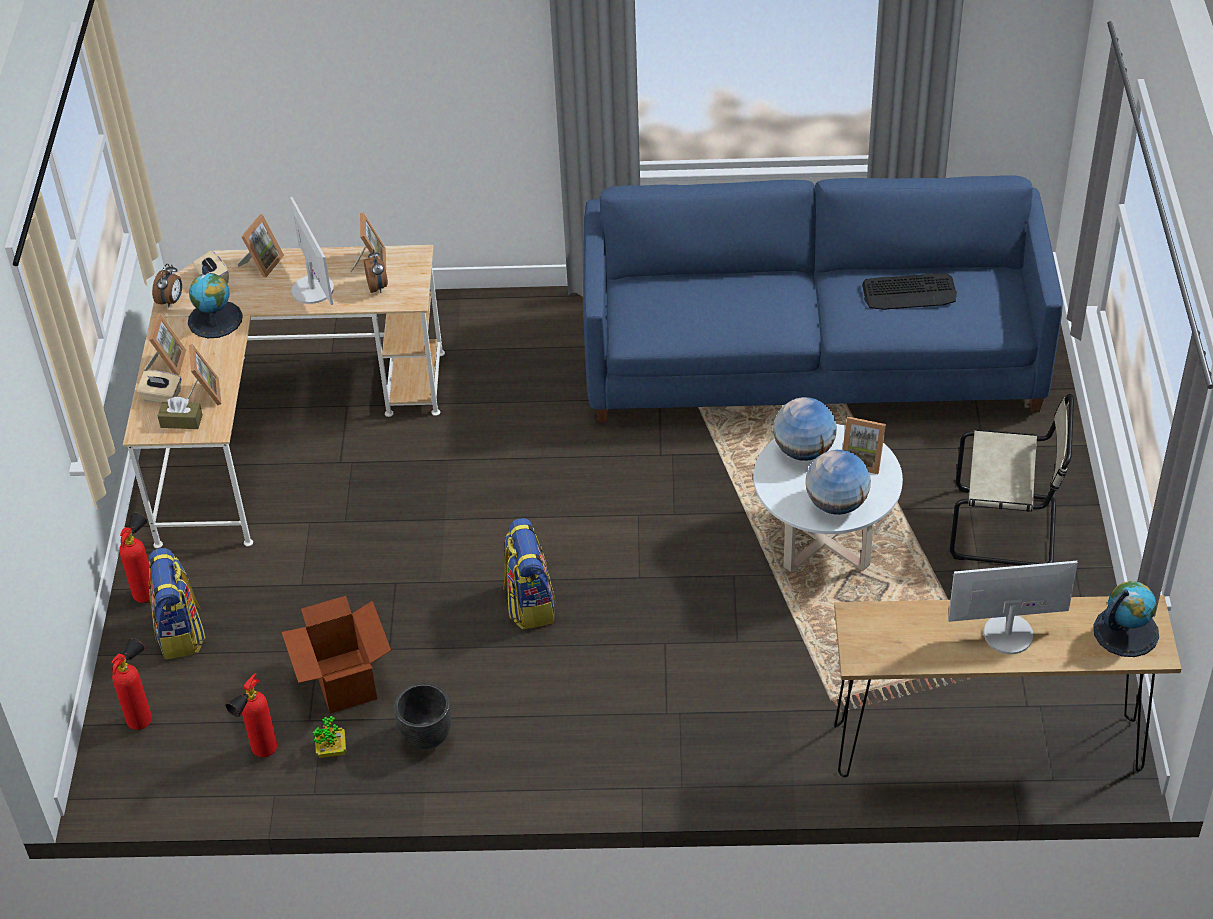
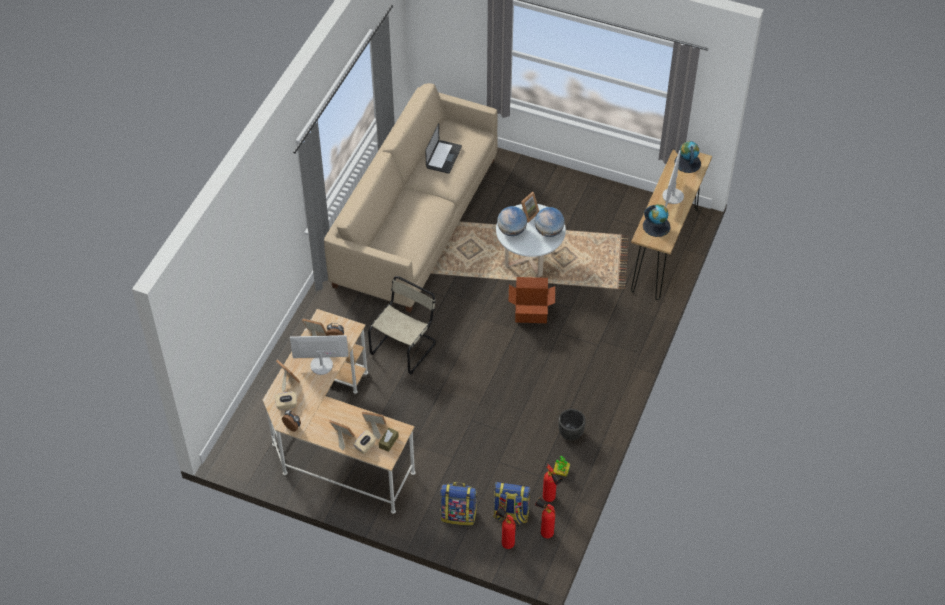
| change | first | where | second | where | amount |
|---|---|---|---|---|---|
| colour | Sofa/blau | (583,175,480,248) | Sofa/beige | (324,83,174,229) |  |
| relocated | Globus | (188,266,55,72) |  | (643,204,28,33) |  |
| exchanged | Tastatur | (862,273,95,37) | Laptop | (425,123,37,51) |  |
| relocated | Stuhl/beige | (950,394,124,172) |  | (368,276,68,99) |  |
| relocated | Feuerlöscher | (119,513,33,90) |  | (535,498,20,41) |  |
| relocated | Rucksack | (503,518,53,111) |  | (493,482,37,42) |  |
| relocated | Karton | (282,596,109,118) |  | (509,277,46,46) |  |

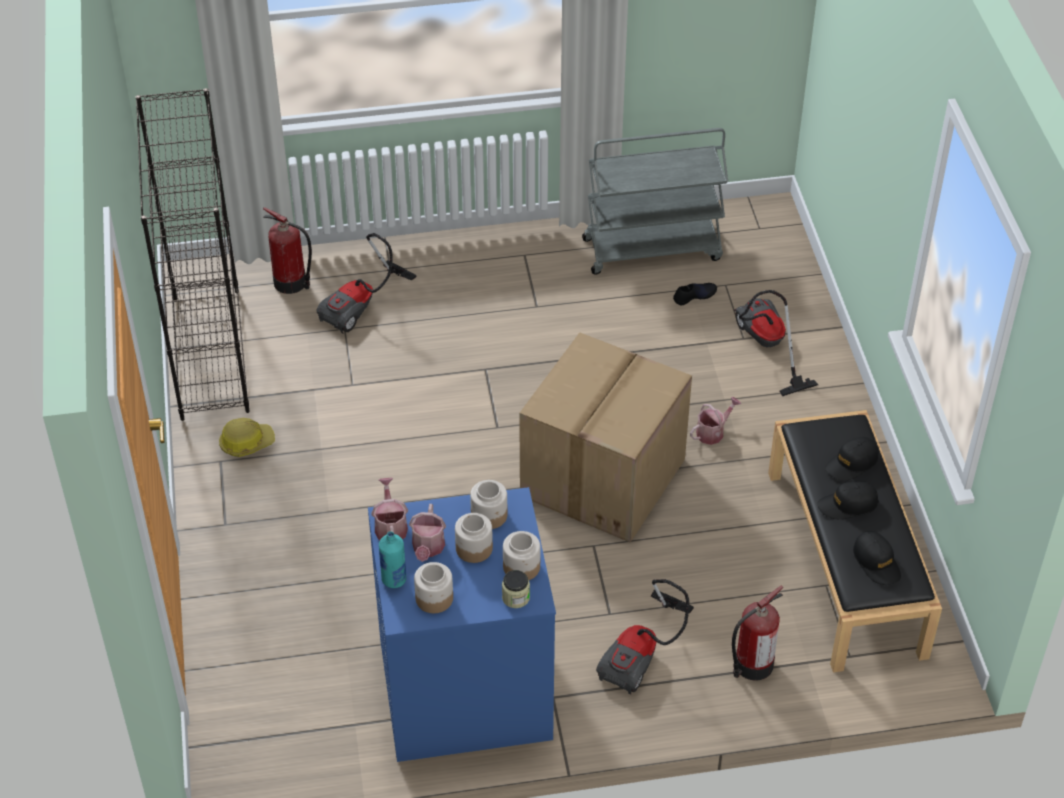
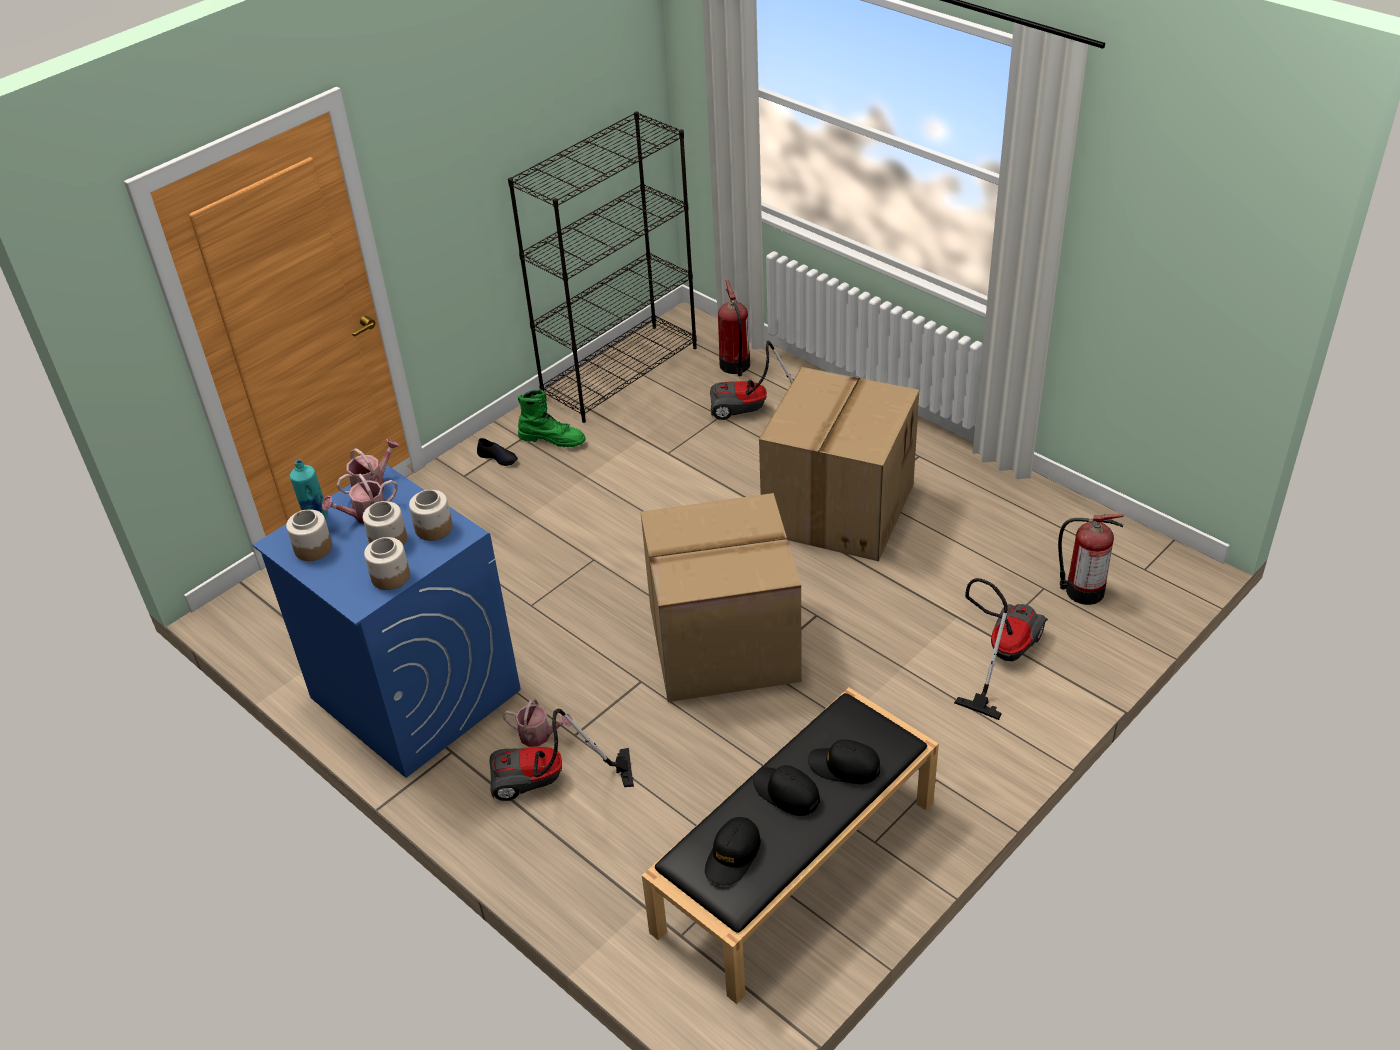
| change | first | where | second | where | amount |
|---|---|---|---|---|---|
| missing | Rollwagen/grau | (582,128,146,147) |  |  |  |
| relocated | Schuh/schwarz | (673,283,44,22) |  | (477,438,41,28) |  |
| relocated | Gießkanne | (690,397,51,48) |  | (503,698,69,49) |  |
| exchanged | Schutzhelm | (219,418,56,39) | Stiefel/grün | (518,389,68,58) |  |
| missing | Vorratsglas | (502,570,28,38) |  |  |  |
| relocated | Feuerlöscher | (732,586,51,95) |  | (1058,514,66,91) |  |
| appeared |  |  | Karton | (759,367,160,194) |  |

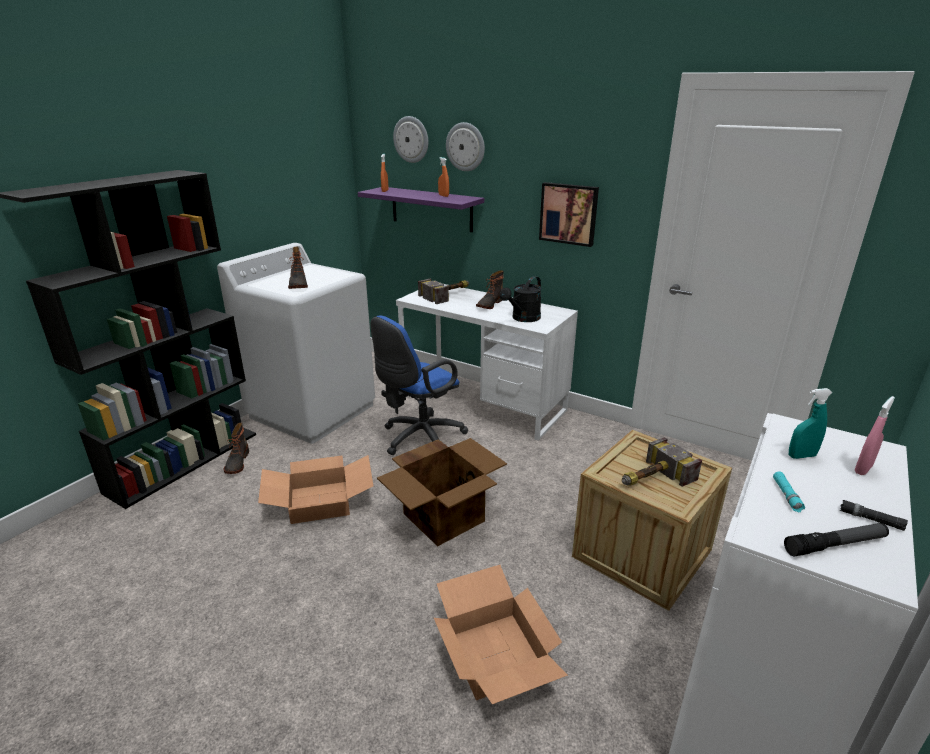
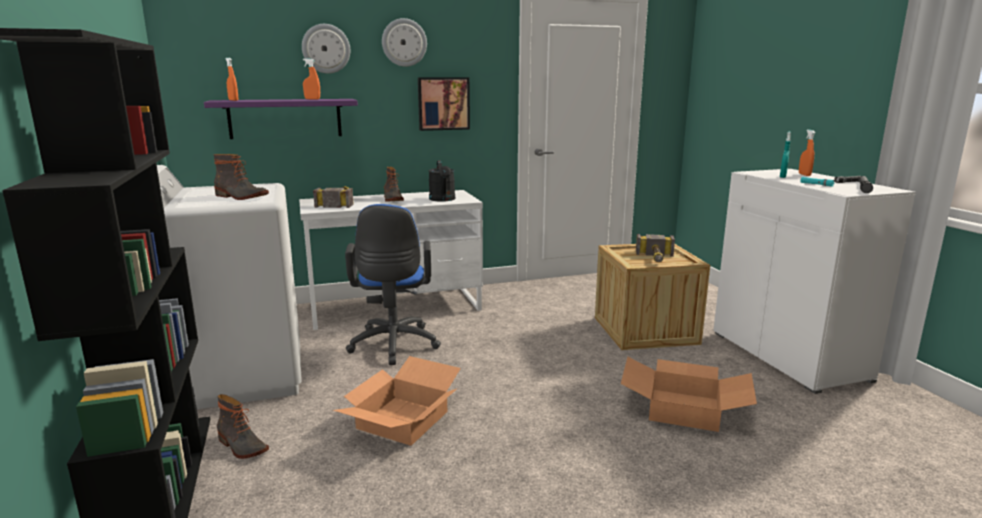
| change | first | where | second | where | amount |
|---|---|---|---|---|---|
| relocated | Wanduhr | (393,116,35,47) |  | (382,18,45,49) |  |
| colour | Sprühflasche/rosa | (855,396,40,79) | Sprühflasche/orange | (799,130,16,46) |  |
| missing | Karton | (377,438,130,109) |  |  |  |

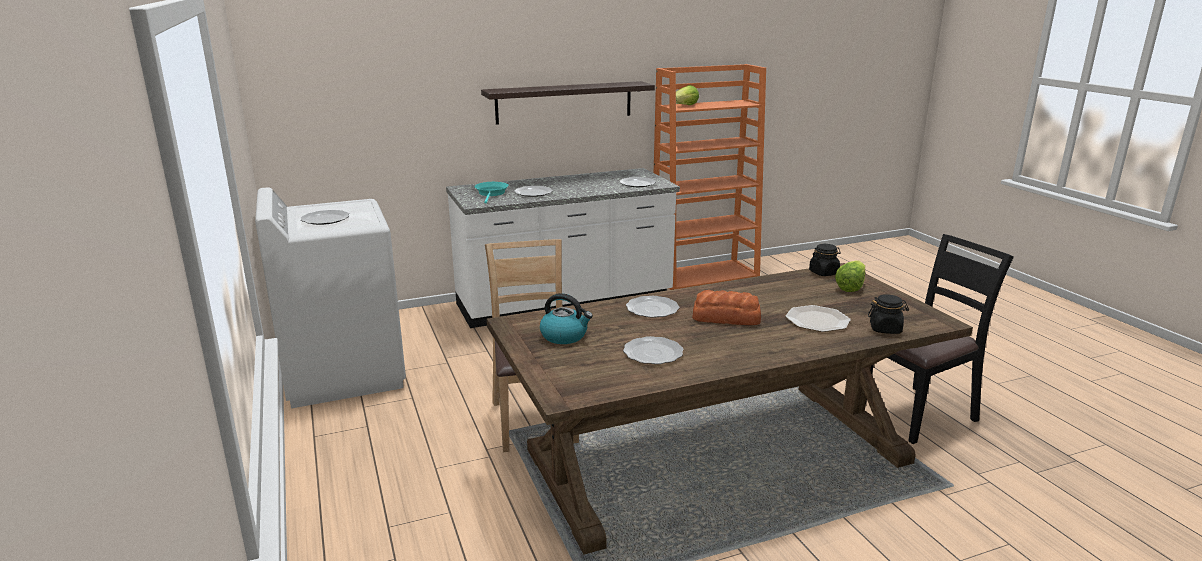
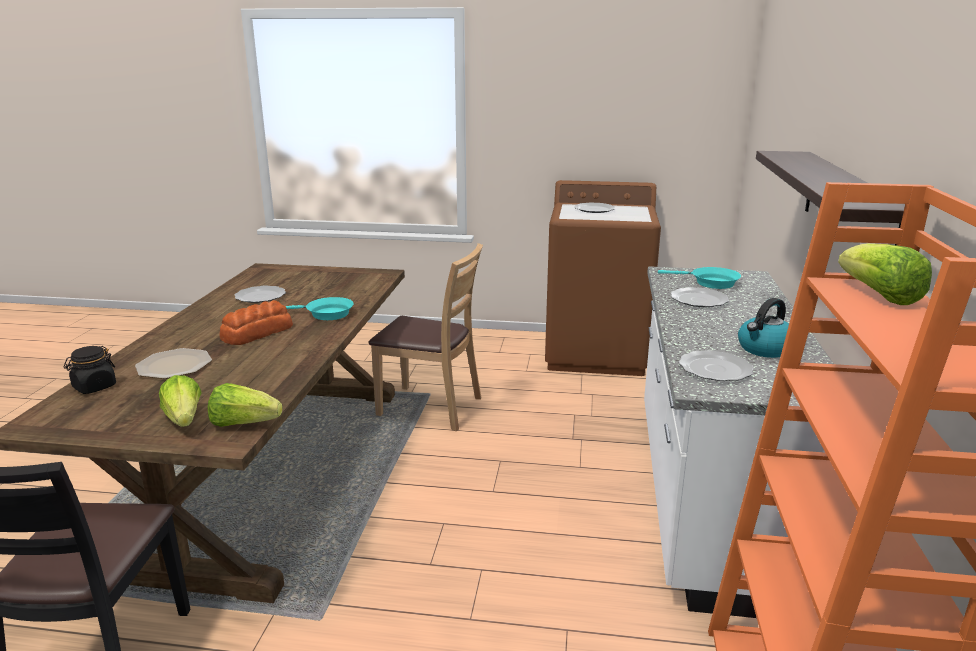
| change | first | where | second | where | amount |
|---|---|---|---|---|---|
| colour | Waschmaschine/weiß | (255,187,151,221) | Waschmaschine/braun | (545,180,116,196) |  |
| exchanged | Vorratsglas/schwarz | (809,244,32,32) | Salatkopf | (208,383,75,44) |  |
| relocated | Wasserkessel | (540,293,53,51) |  | (738,298,51,60) |  |
| exchanged | Teller | (626,296,53,21) | Pfanne/türkis | (286,297,68,23) |  |

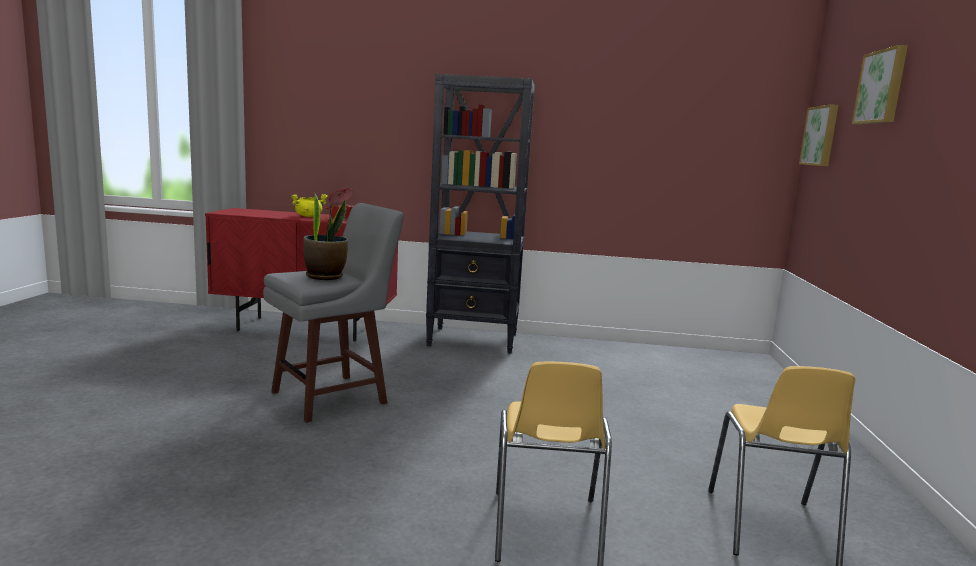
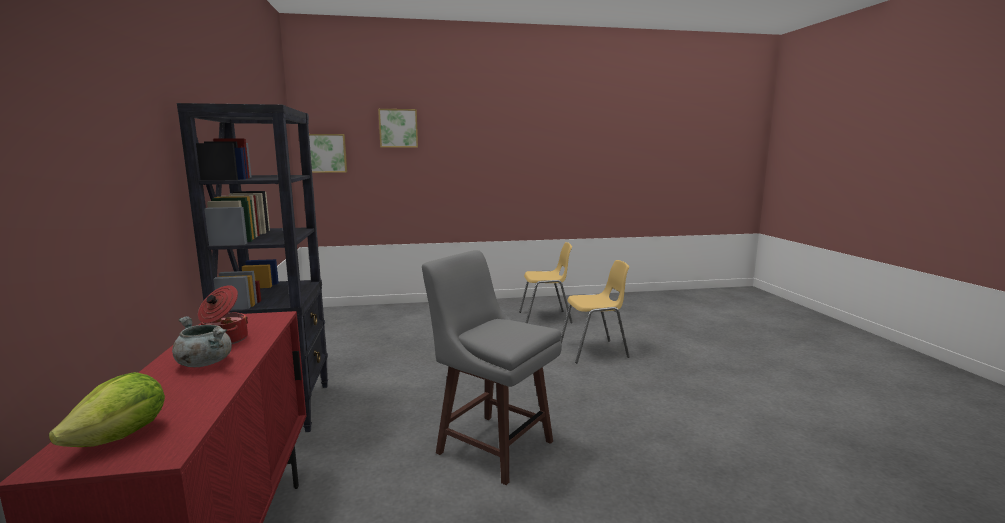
| change | first | where | second | where | amount |
|---|---|---|---|---|---|
| colour | Kochtopf/gelb | (291,194,37,23) | Kochtopf/grau | (172,316,60,51) |  |
| missing | Topfpflanze | (303,194,46,86) |  |  |  |
| appeared |  |  | Salatkopf | (49,372,116,75) |  |

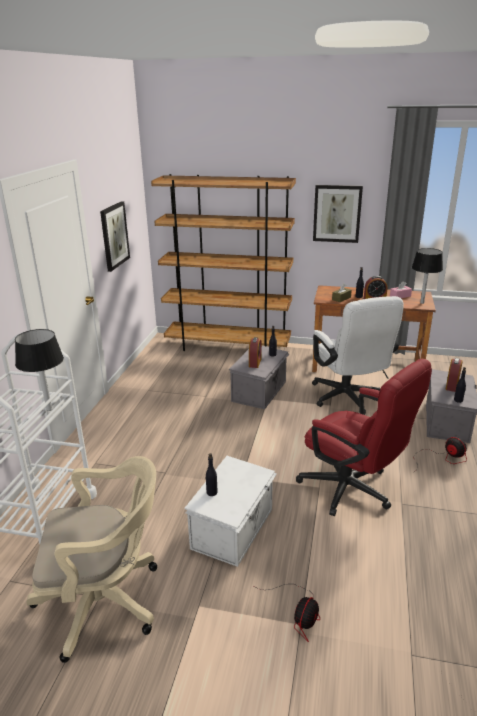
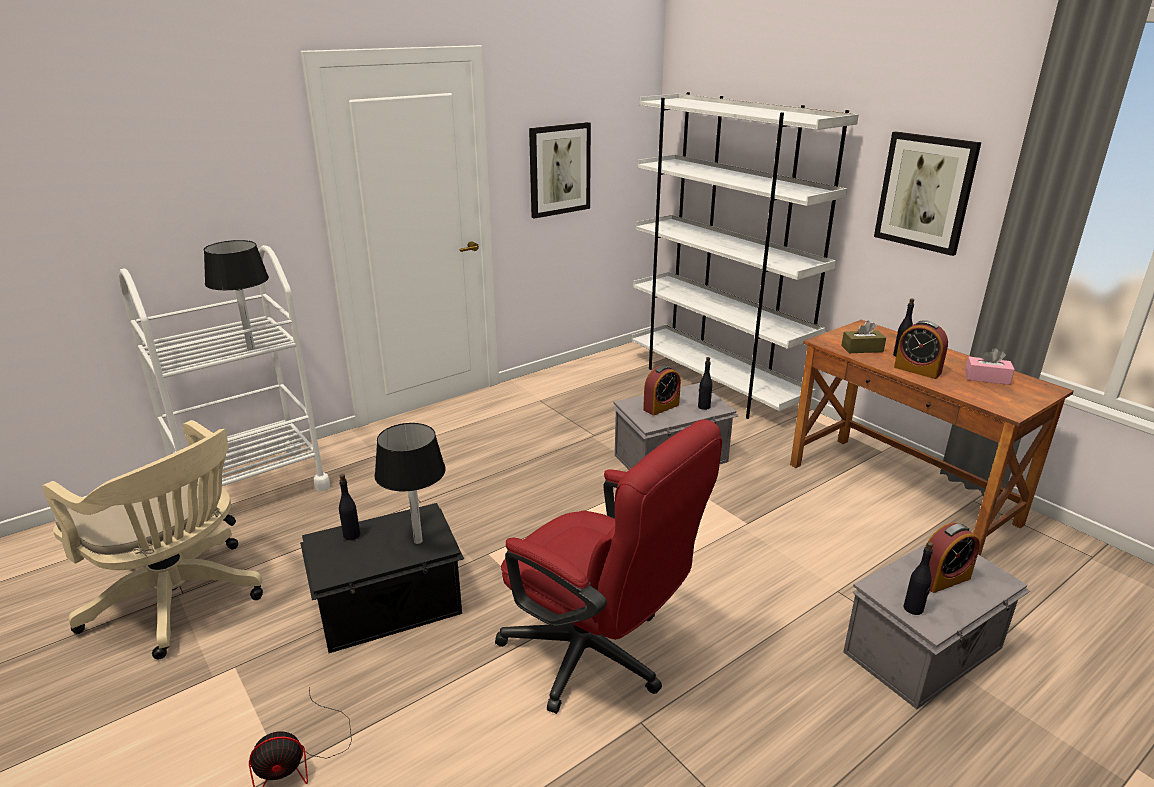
| change | first | where | second | where | amount |
|---|---|---|---|---|---|
| colour | Bücherregal/braun | (151,174,145,177) | Bücherregal/weiß | (631,92,228,327) |  |
| relocated | Tischlampe/schwarz | (412,248,31,56) |  | (374,423,72,121) |  |
| missing | Bürostuhl/weiß | (312,296,92,118) |  |  |  |
| spun | Bürostuhl/rot | (296,359,136,157) |  | (495,419,227,295) | 45 degrees counterclockwise |
| missing | Ventilator | (414,437,53,35) |  |  |  |
| colour | Aufbewahrungsbox/weiß | (185,456,92,111) | Aufbewahrungsbox/schwarz | (300,503,164,150) |  |

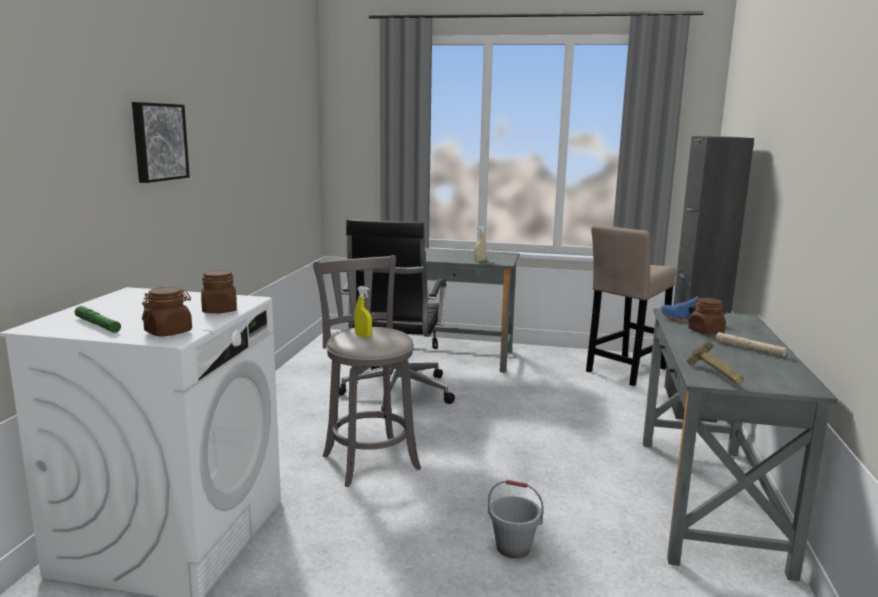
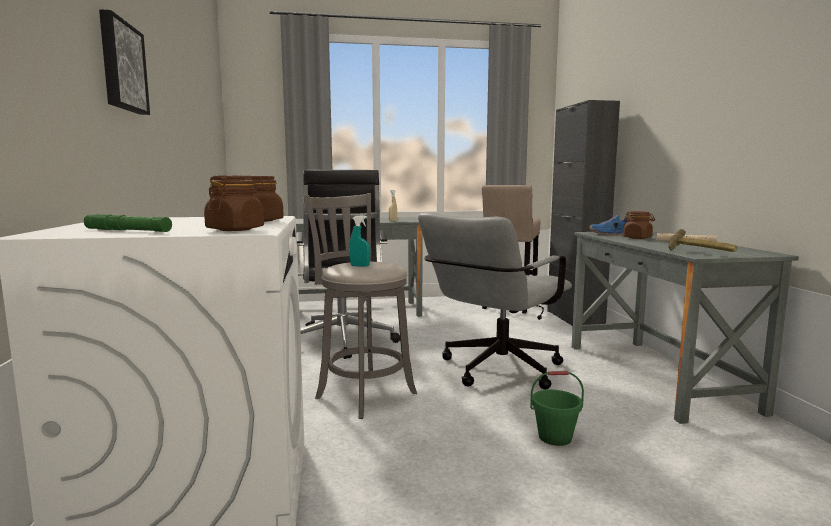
| change | first | where | second | where | amount |
|---|---|---|---|---|---|
| colour | Sprühflasche/gelb | (354,286,18,52) | Sprühflasche/türkis | (349,216,21,51) |  |
| colour | Eimer/grau | (488,480,56,78) | Eimer/grün | (530,371,54,75) |  |
| appeared |  |  | Bürostuhl/grau | (418,213,154,177) |  |

